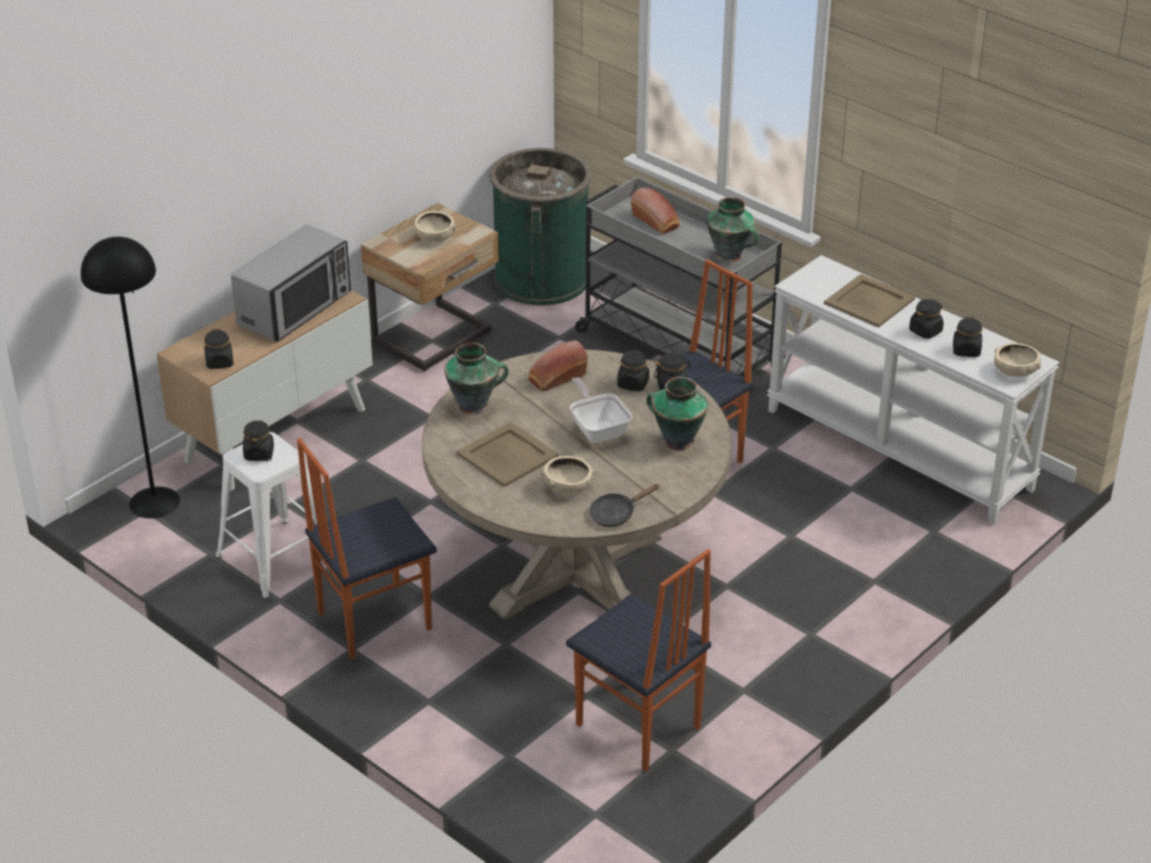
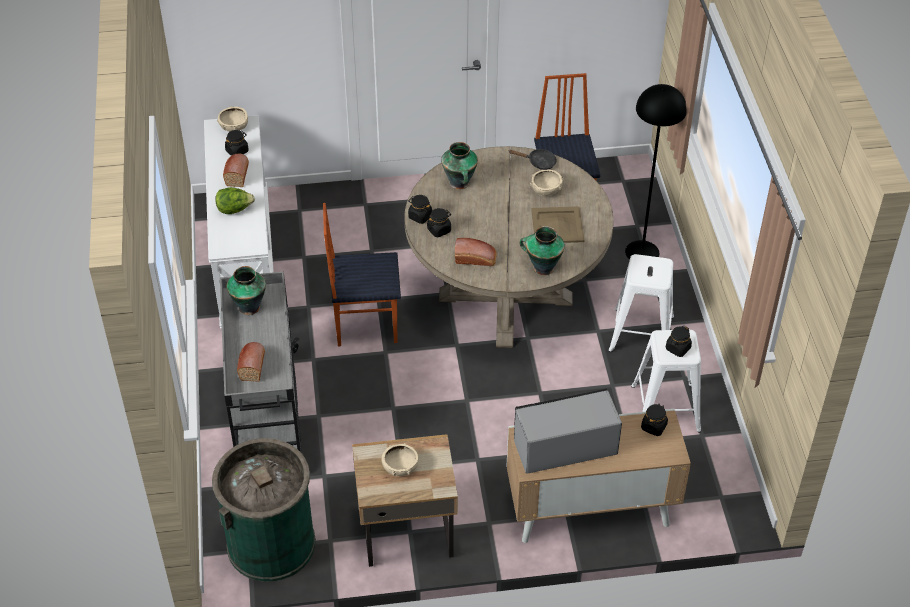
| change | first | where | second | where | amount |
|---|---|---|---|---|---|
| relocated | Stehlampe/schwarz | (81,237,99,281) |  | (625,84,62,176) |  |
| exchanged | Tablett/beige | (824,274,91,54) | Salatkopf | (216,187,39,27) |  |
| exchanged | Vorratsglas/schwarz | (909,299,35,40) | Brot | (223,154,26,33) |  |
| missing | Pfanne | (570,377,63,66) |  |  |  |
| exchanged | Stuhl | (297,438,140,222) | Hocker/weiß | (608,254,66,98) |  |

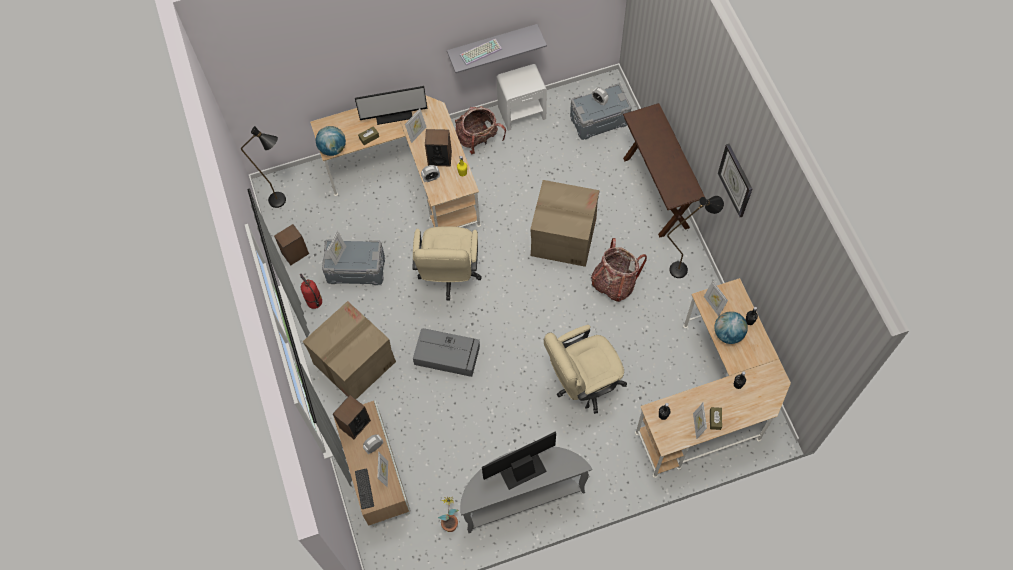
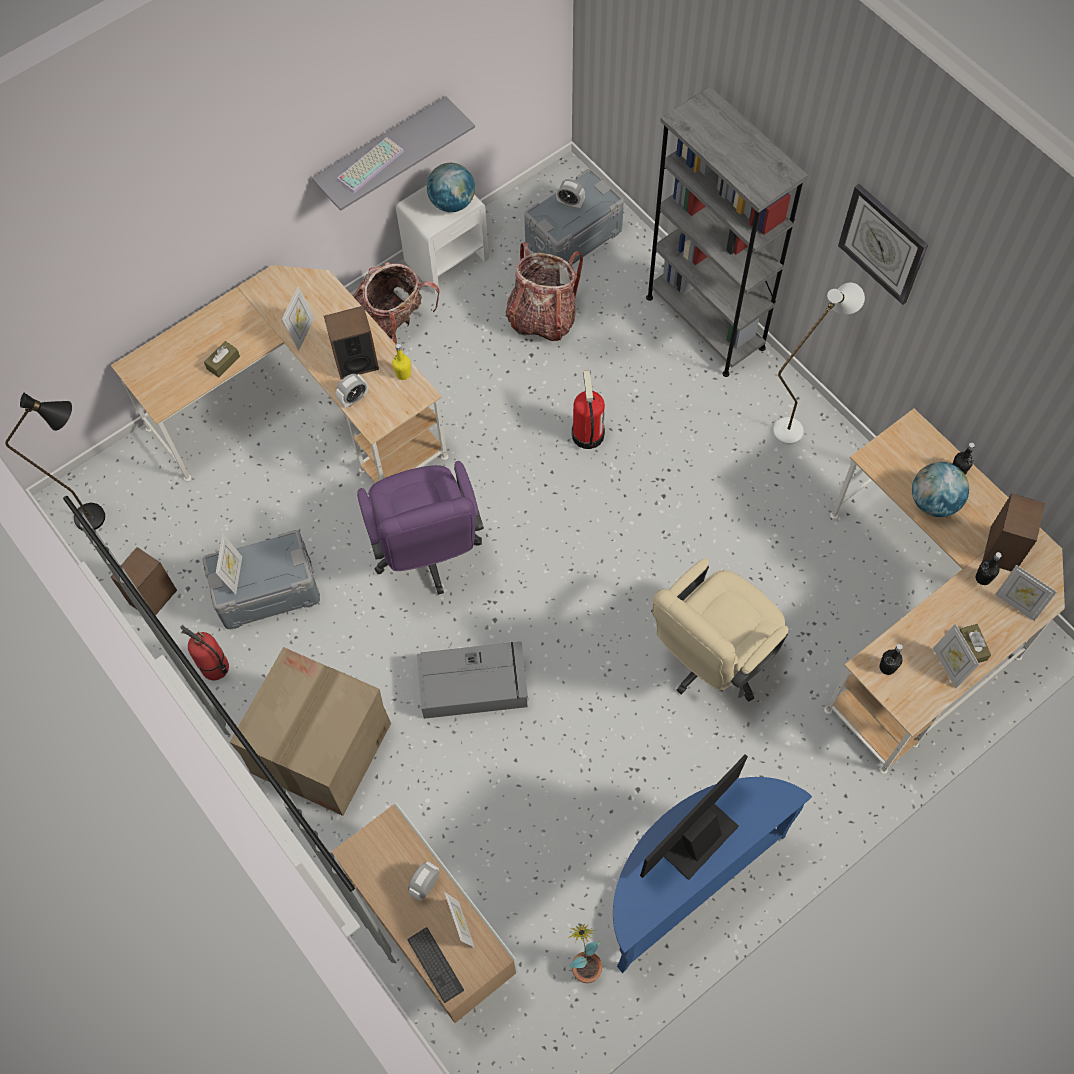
| change | first | where | second | where | amount |
|---|---|---|---|---|---|
| missing | Monitor | (355,86,72,39) |  |  |  |
| exchanged | Konsolentisch/braun | (623,103,82,134) | Bücherregal/grau | (646,86,163,291) |  |
| relocated | Globus | (316,126,30,30) |  | (427,163,48,49) |  |
| exchanged | Karton | (530,180,69,87) | Feuerlöscher | (572,370,33,79) |  |
| colour | Stehlampe/schwarz | (667,196,57,82) | Stehlampe/weiß | (773,282,92,163) |  |
| colour | Bürostuhl/beige | (412,226,70,74) | Bürostuhl/lila | (357,461,127,134) |  |
| relocated | Rucksack | (591,238,56,64) |  | (506,242,77,99) |  |
| relocated | Bilderrahmen | (704,280,24,36) |  | (995,565,62,56) |  |
| relocated | Lautsprecher | (333,395,38,44) |  | (982,493,63,78) |  |
| colour | Konsolentisch/grau | (460,446,132,87) | Konsolentisch/blau | (613,777,199,196) |  |

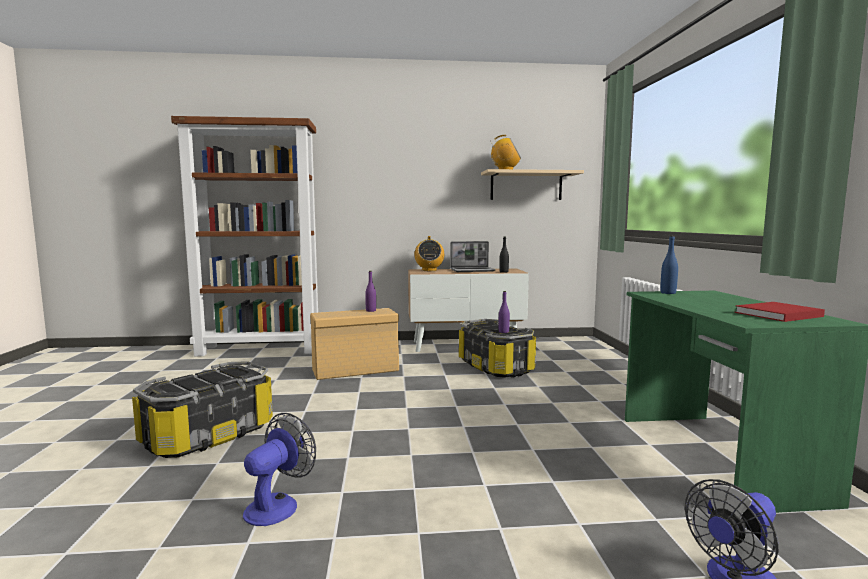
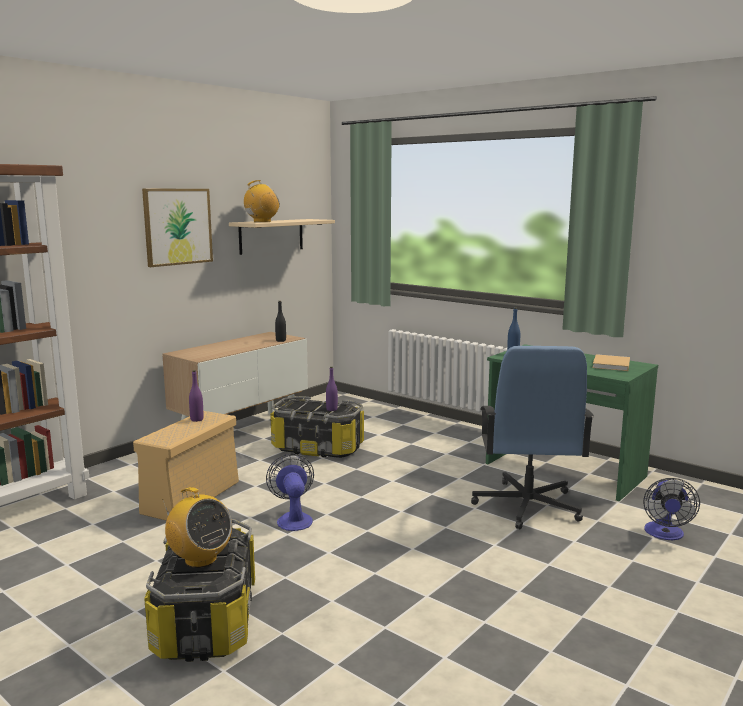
| change | first | where | second | where | amount |
|---|---|---|---|---|---|
| relocated | Radio | (414,236,30,35) |  | (162,487,70,81) |  |
| missing | Laptop | (450,241,46,31) |  |  |  |
| colour | Buch/rot | (735,302,90,20) | Buch/beige | (592,354,38,17) |  |
| relocated | Ventilator | (243,413,73,113) |  | (266,454,48,77) |  |
| appeared |  |  | Bild | (142,189,71,78) |  |
| appeared |  |  | Bürostuhl/blau | (471,346,123,183) |  |

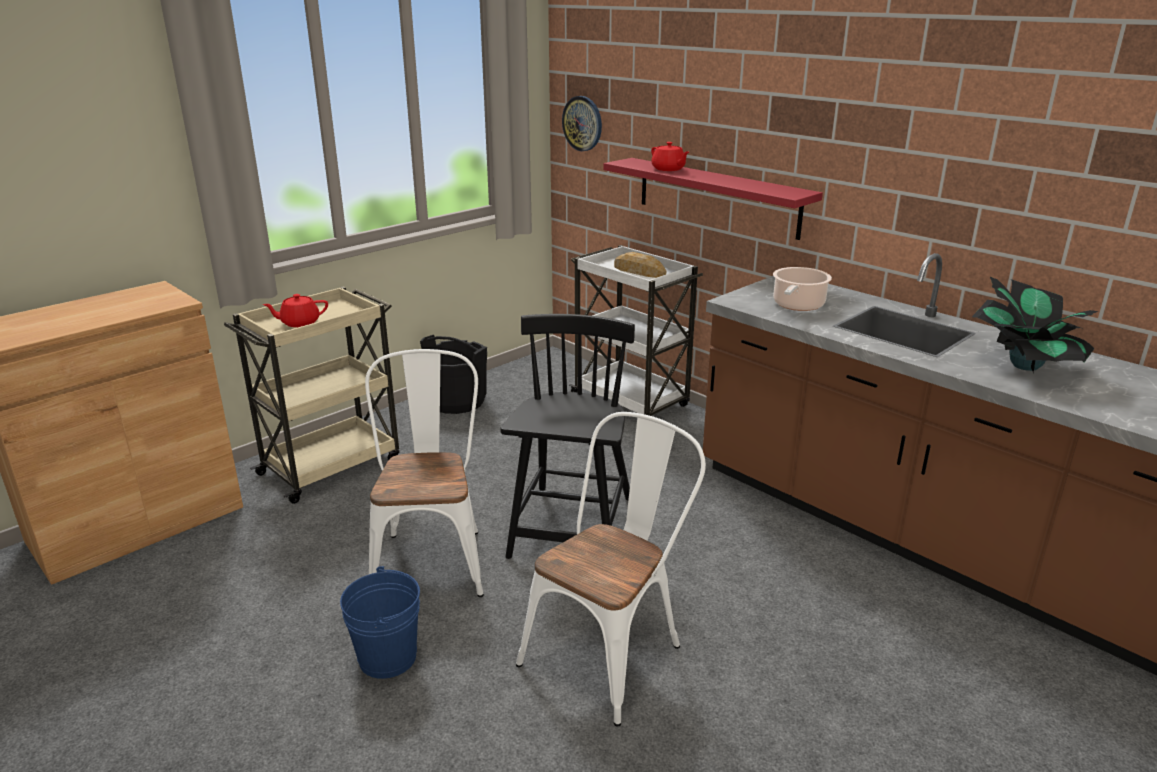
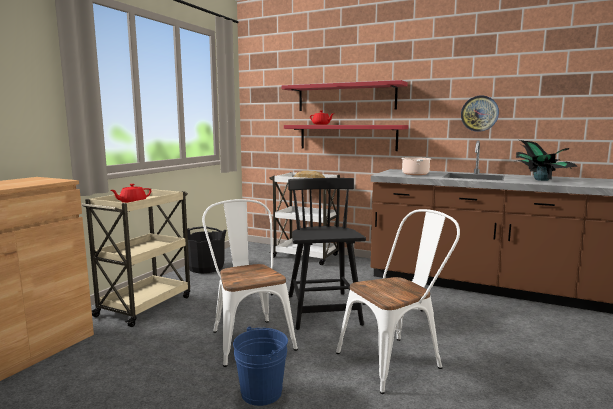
| change | first | where | second | where | amount |
|---|---|---|---|---|---|
| relocated | Wanduhr | (562,96,40,55) |  | (461,95,38,37) |  |
| spun | Stuhl/weiß | (516,412,190,315) |  | (336,209,124,185) | 45 degrees clockwise |
| appeared |  |  | Wandregal/rot | (281,80,127,31) |  |

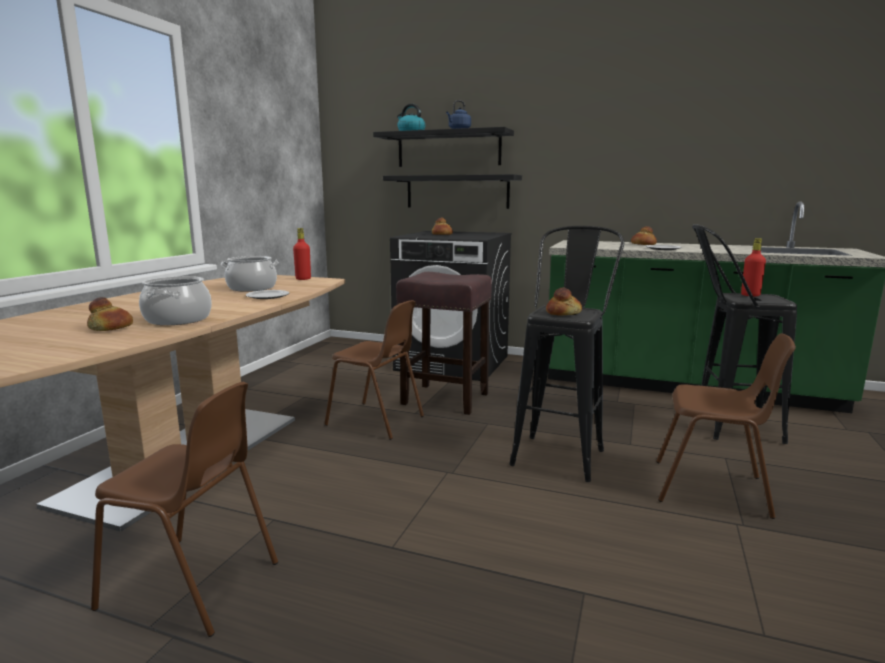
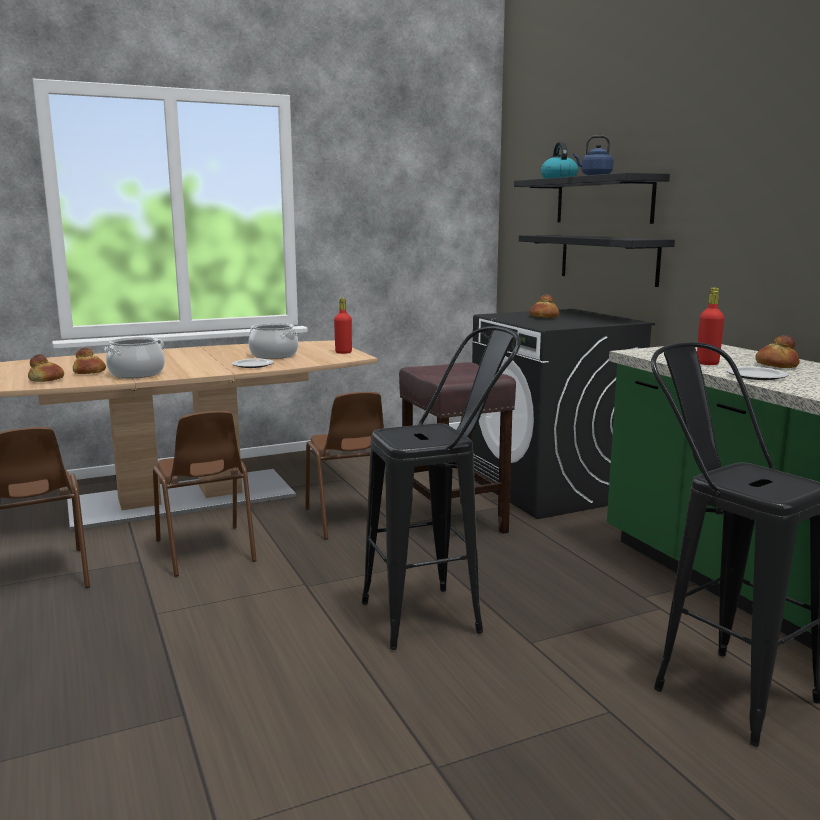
| change | first | where | second | where | amount |
|---|---|---|---|---|---|
| relocated | Flasche/rot | (741,238,25,59) |  | (697,288,27,77) |  |
| relocated | Brot | (546,287,36,28) |  | (28,354,36,28) |  |
| relocated | Stuhl/braun | (656,333,140,186) |  | (153,411,103,166) |  |

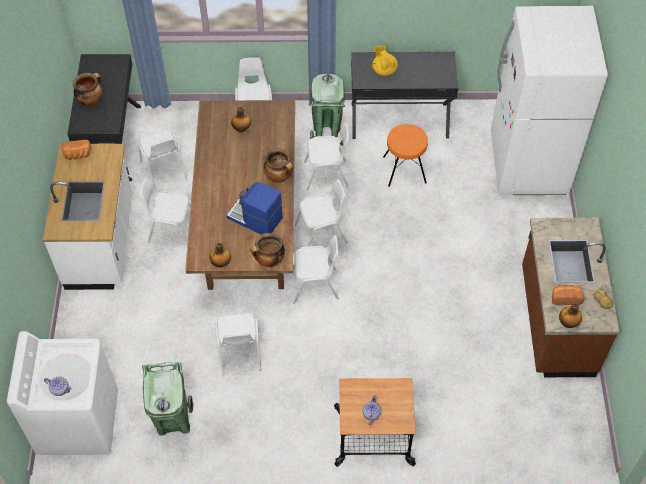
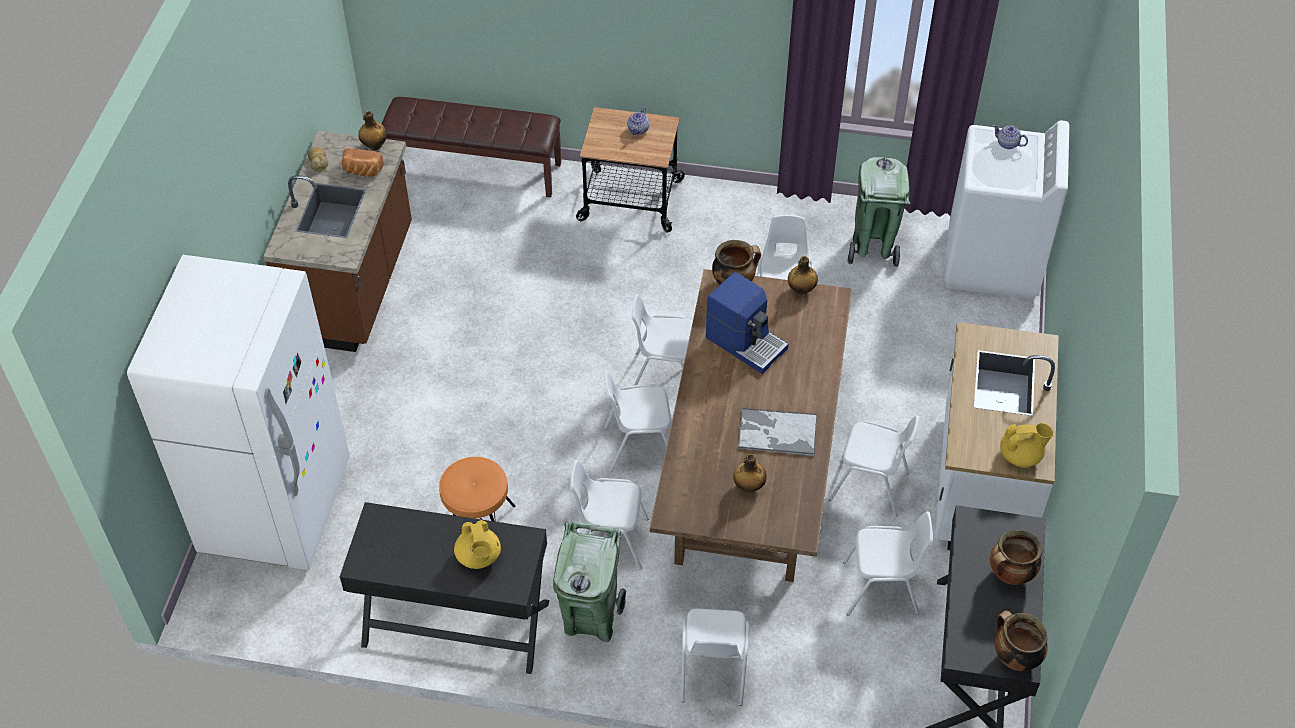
| change | first | where | second | where | amount |
|---|---|---|---|---|---|
| spun | Stuhl/weiß | (138,130,50,60) |  | (843,512,90,104) | 105 degrees clockwise |
| exchanged | Brot | (61,140,30,20) | Teekanne/gelb | (1000,423,54,44) |  |
| relocated | Kochtopf | (264,148,30,35) |  | (995,610,53,61) |  |
| appeared |  |  | Bank/braun | (382,97,179,100) |  |
| appeared |  |  | Tablett | (738,408,79,48) |  |

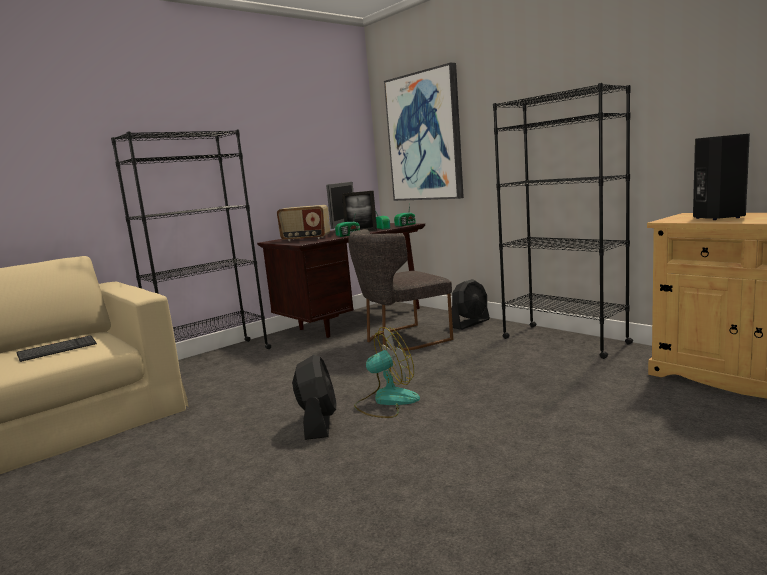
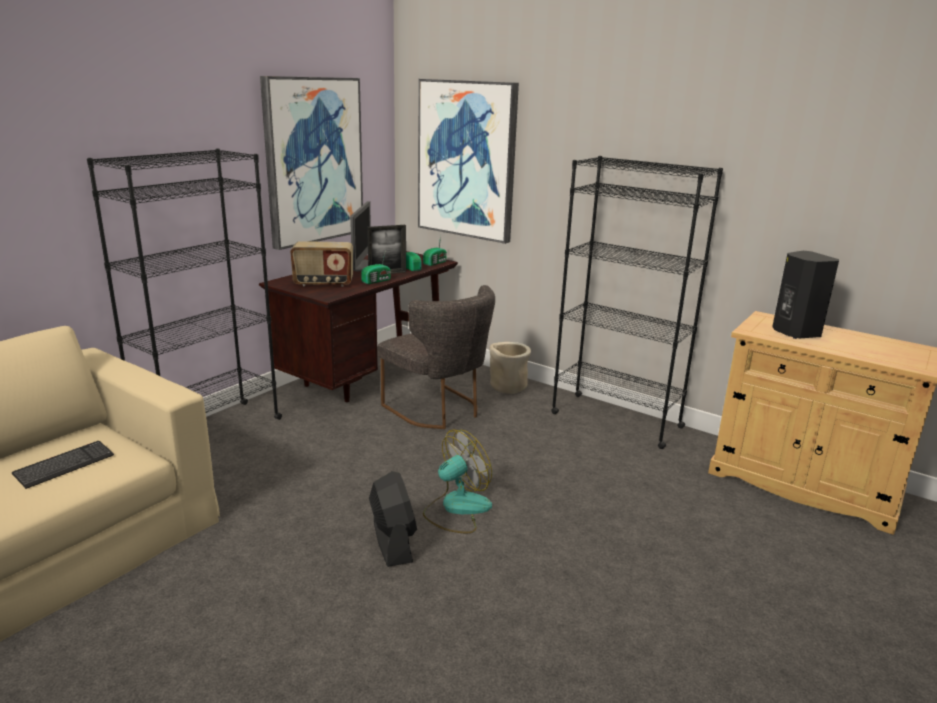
| change | first | where | second | where | amount |
|---|---|---|---|---|---|
| spun | Stuhl/grau | (348,229,105,122) |  | (378,285,117,144) | 90 degrees counterclockwise |
| exchanged | Ventilator/schwarz | (452,279,38,51) | Pflanzkübel/beige | (490,342,41,52) |  |
| appeared |  |  | Bild | (260,76,103,174) |  |

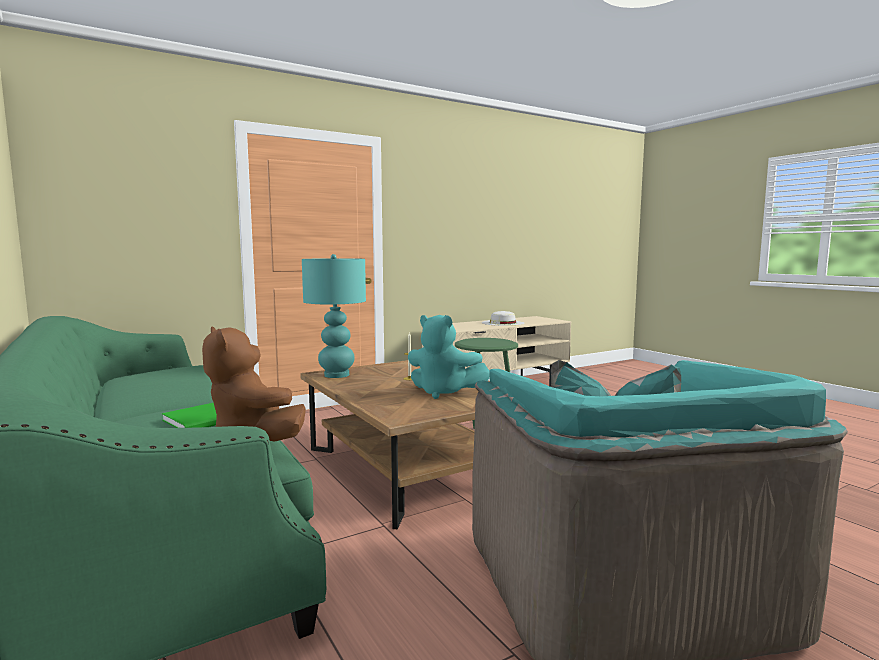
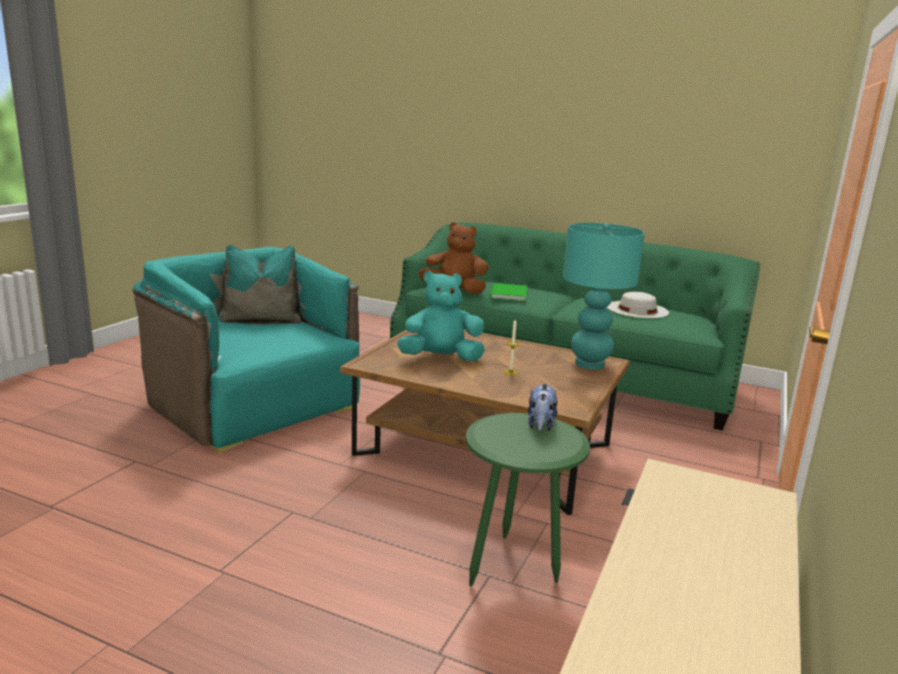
| change | first | where | second | where | amount |
|---|---|---|---|---|---|
| relocated | Hut/weiß | (482,311,43,15) |  | (607,292,62,26) |  |
| appeared |  |  | Plüschtier | (528,383,29,48) |  |

